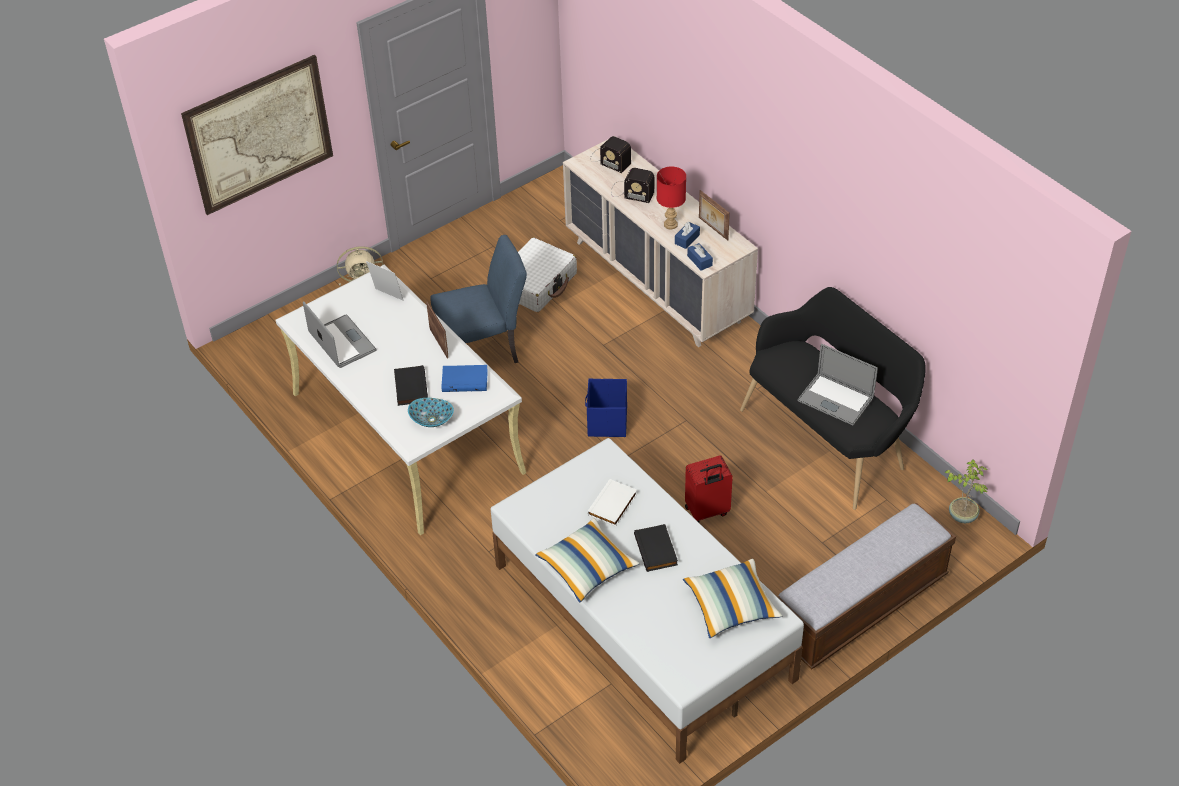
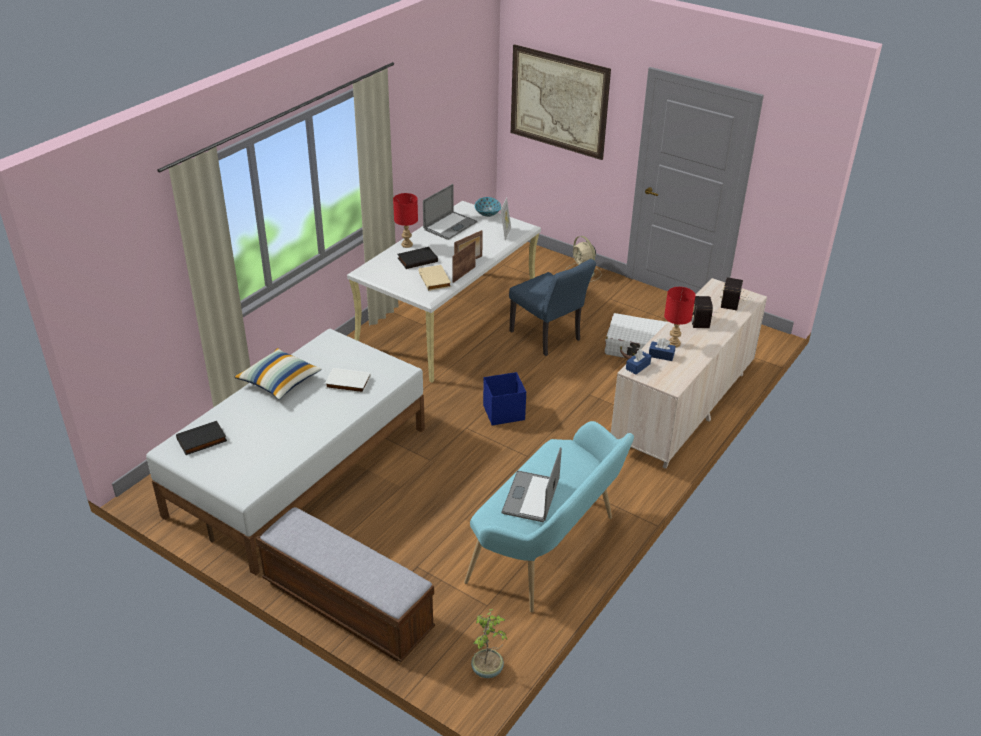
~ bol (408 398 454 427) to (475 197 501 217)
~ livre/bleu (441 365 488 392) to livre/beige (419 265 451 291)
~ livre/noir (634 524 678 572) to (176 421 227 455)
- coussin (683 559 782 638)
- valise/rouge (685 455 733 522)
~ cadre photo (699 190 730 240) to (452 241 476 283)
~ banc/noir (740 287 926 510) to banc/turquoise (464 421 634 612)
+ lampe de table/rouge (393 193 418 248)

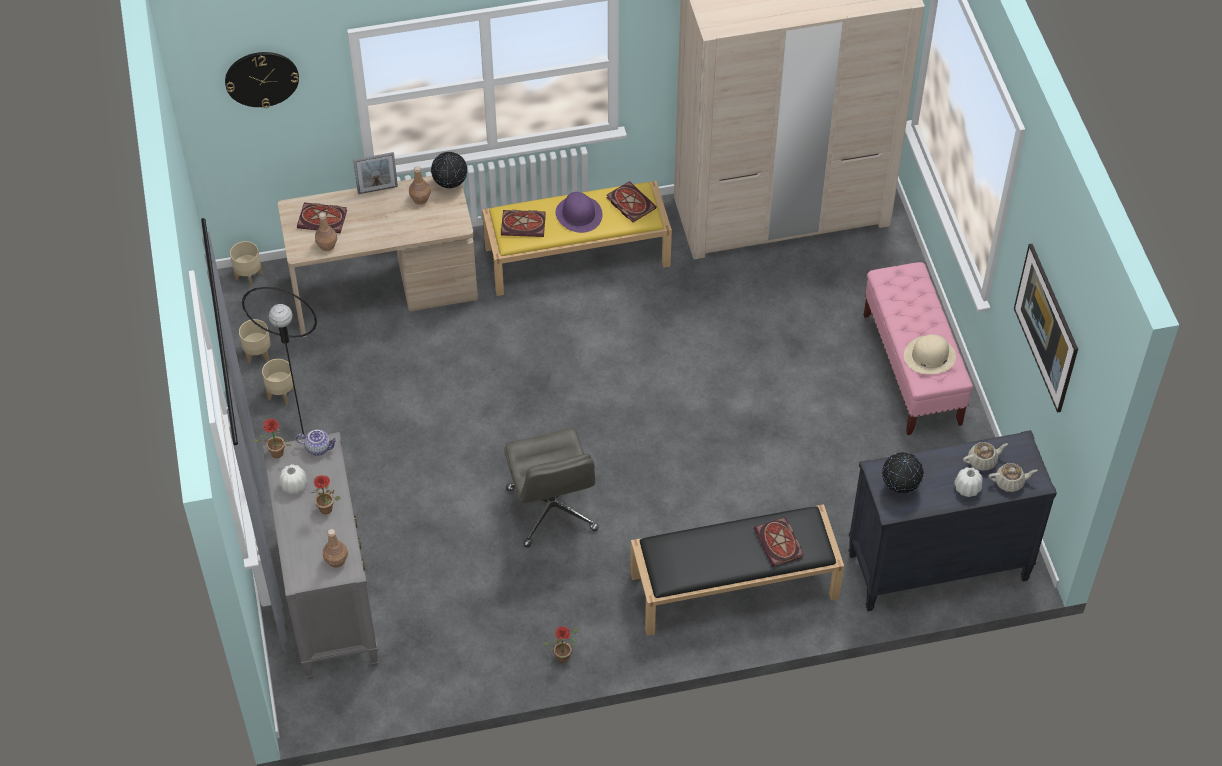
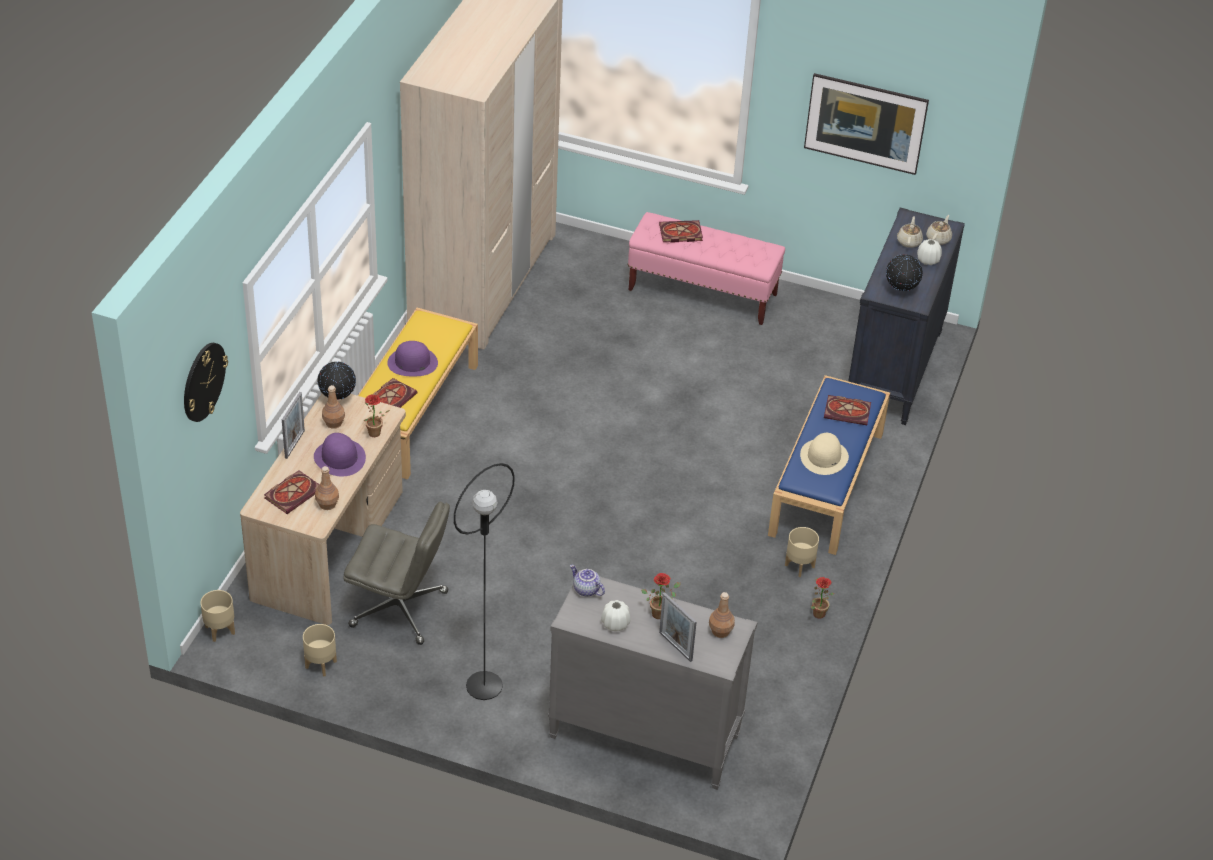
~ plante en pot (253 419 291 458) to (364 394 390 437)
~ cache-pot/beige (262 359 294 405) to (785 527 819 577)
~ théière (296 429 338 456) = (570 565 605 597) 90 degrees counterclockwise
~ chaise de bureau/gris (504 428 599 547) to (343 502 450 645)
~ livre (606 181 657 223) to (659 220 703 243)
~ banc/noir (631 504 844 636) to banc/bleu (768 375 890 555)
~ chapeau/beige (904 334 956 374) to (800 433 849 475)
+ chapeau/violet (314 433 366 477)
+ cadre photo (659 592 697 662)

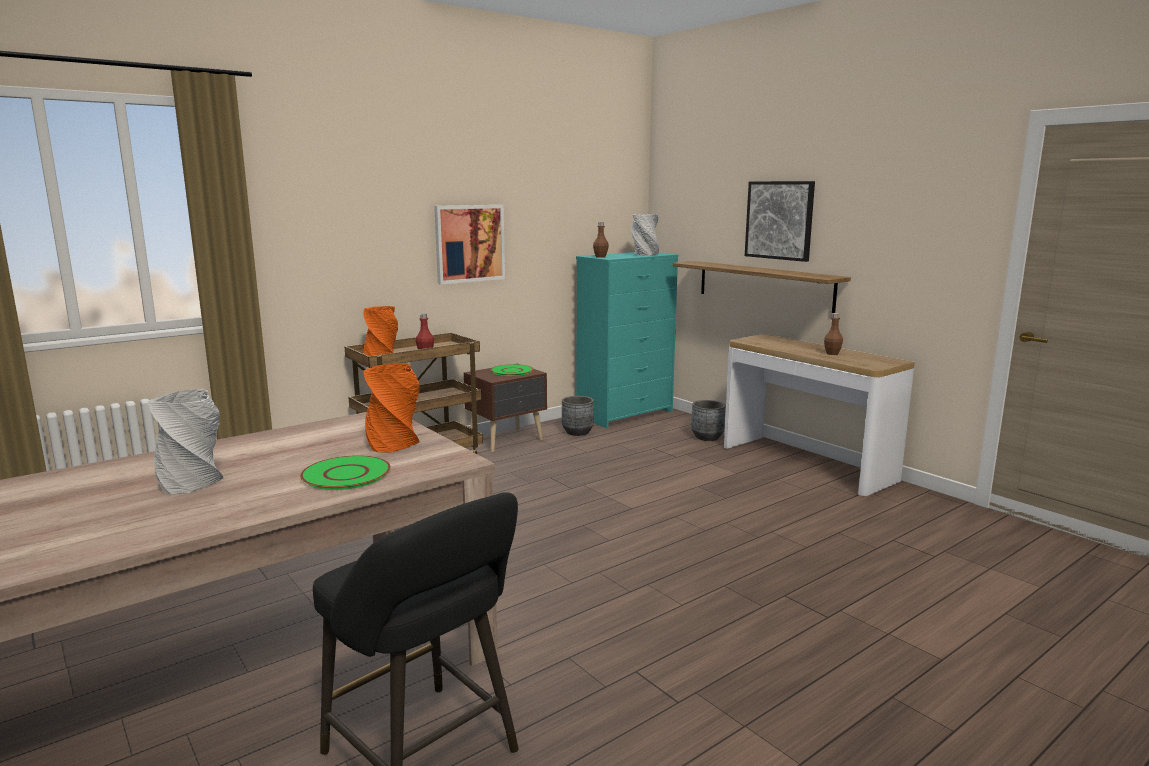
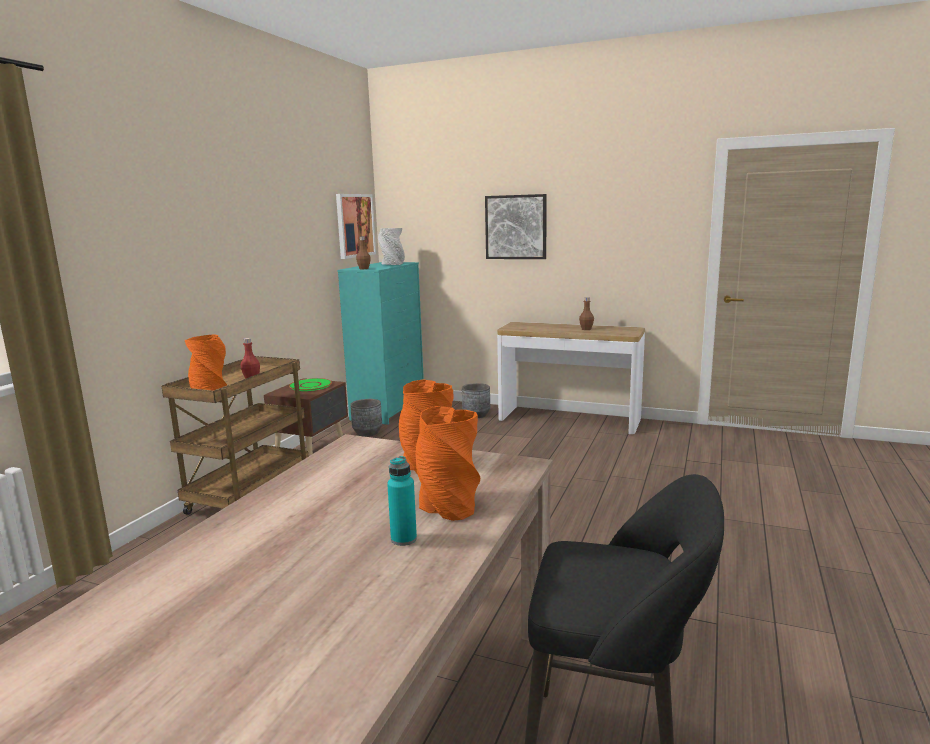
- vase/gris (148 389 223 494)
~ assiette/vert (300 455 391 490) to vase/orange (415 406 480 521)
~ tableau (434 205 505 285) to (336 194 376 259)
- étagère (673 261 851 313)
+ bouteille/turquoise (387 456 417 546)

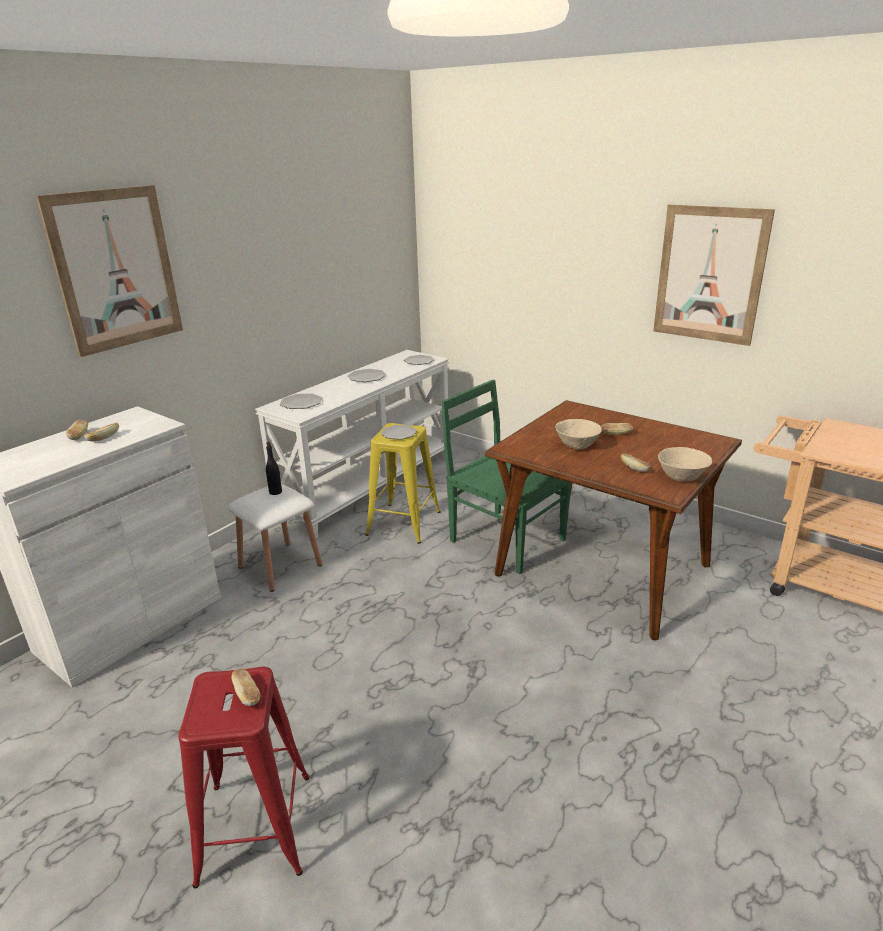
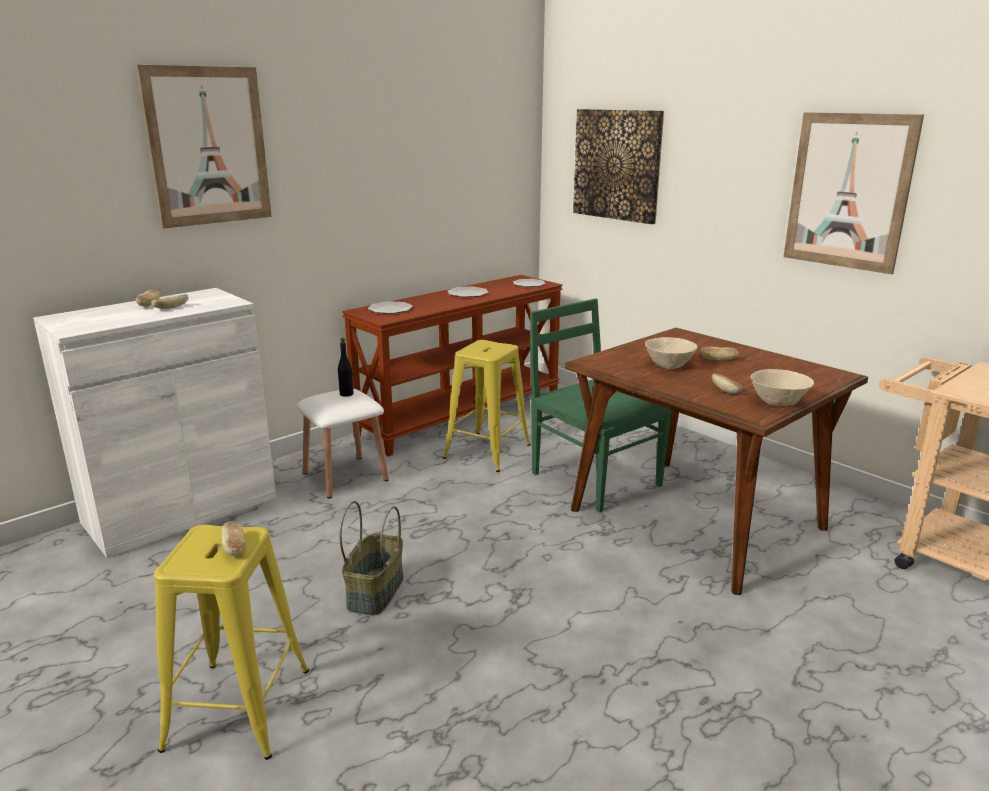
~ tabouret/rouge (178 667 310 888) to tabouret/jaune (154 525 309 760)
~ table console/blanc (255 350 449 538) to table console/marron (342 275 563 456)
- assiette (381 425 417 440)
+ panier (339 501 403 615)
+ tableau (573 109 664 224)

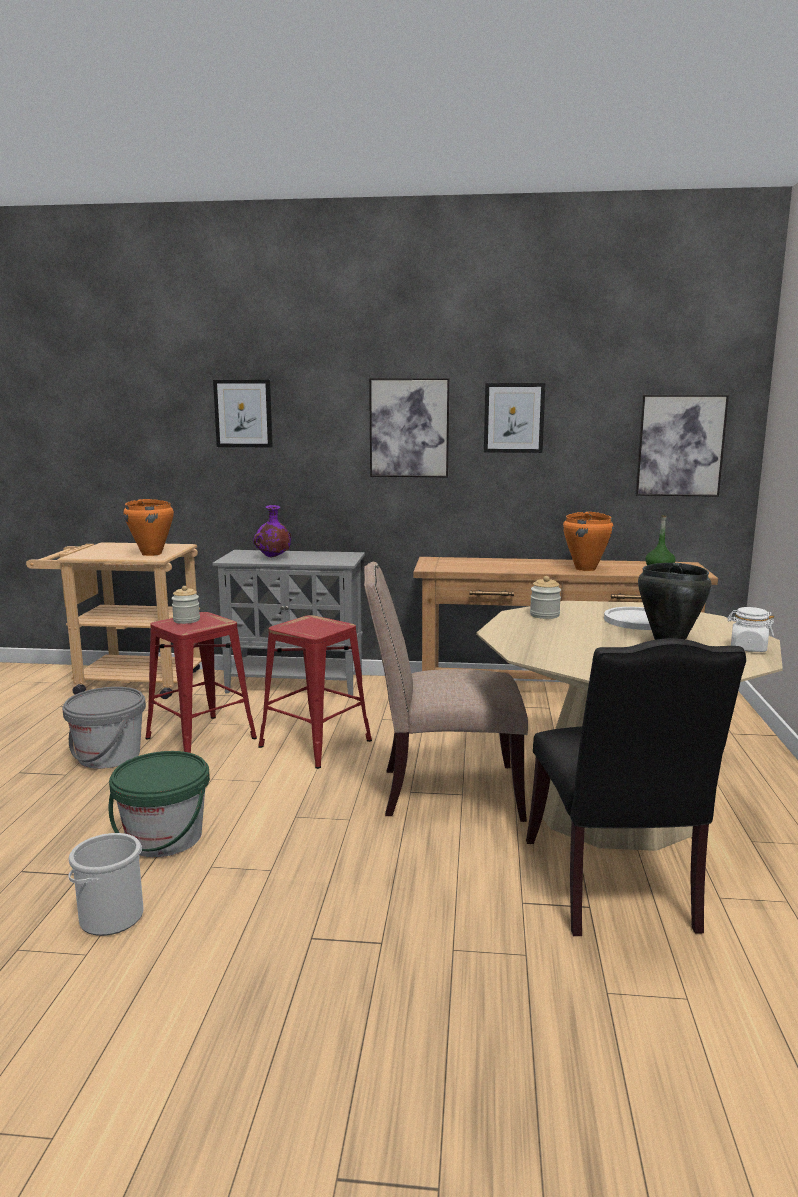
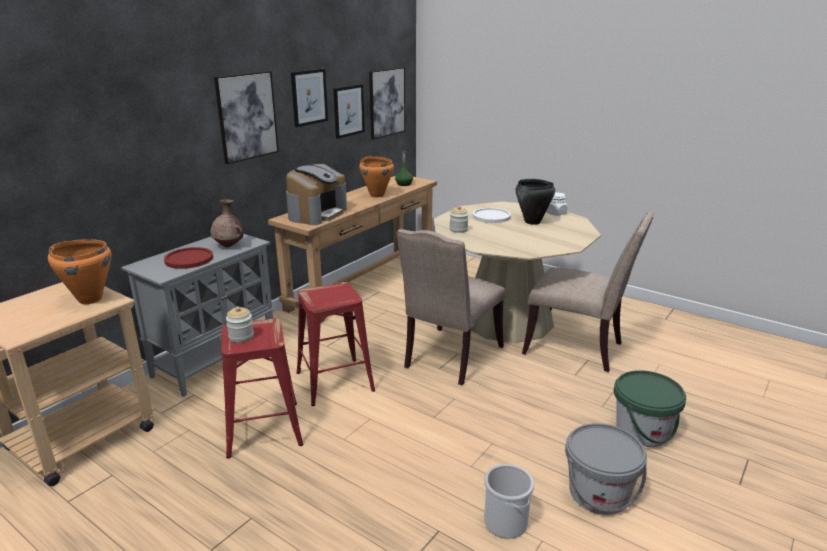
~ seau/gris (63 687 146 769) to (565 423 647 515)
~ seau/vert (109 751 210 857) to (614 370 686 447)
~ tableau (213 380 273 447) to (333 84 365 139)
~ vase/violet (253 505 291 557) to assiette/rouge (164 247 213 269)
~ chaise/noir (526 638 746 936) to chaise/beige (522 211 655 372)
+ vase/marron (210 199 244 247)
+ machine à café (286 164 347 225)

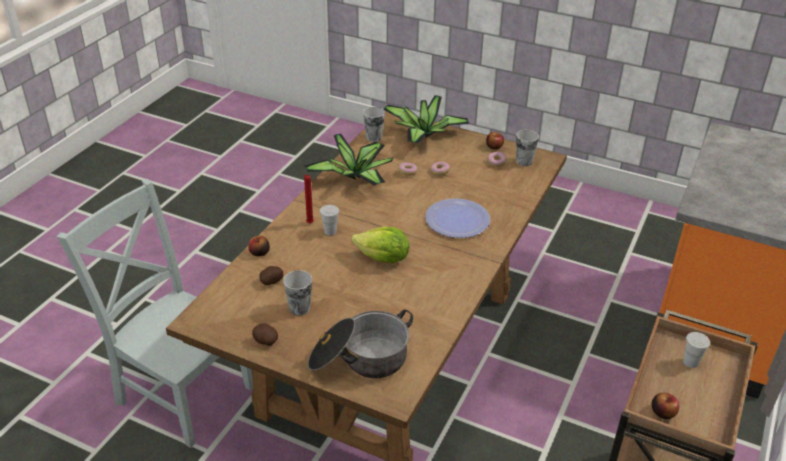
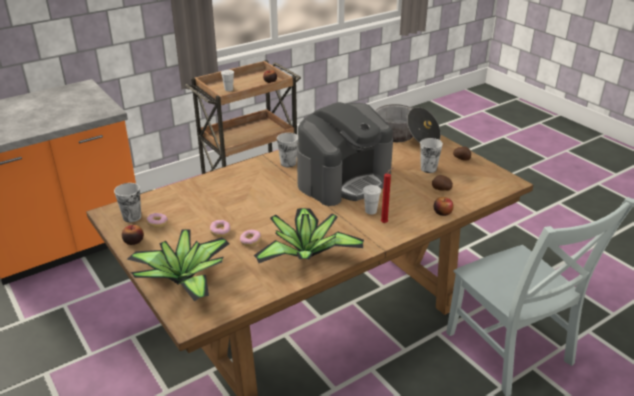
~ laitue (352 227 409 263) to machine à café (297 102 393 206)
~ tasse (363 107 385 142) to (277 133 298 167)
- assiette (425 198 491 238)

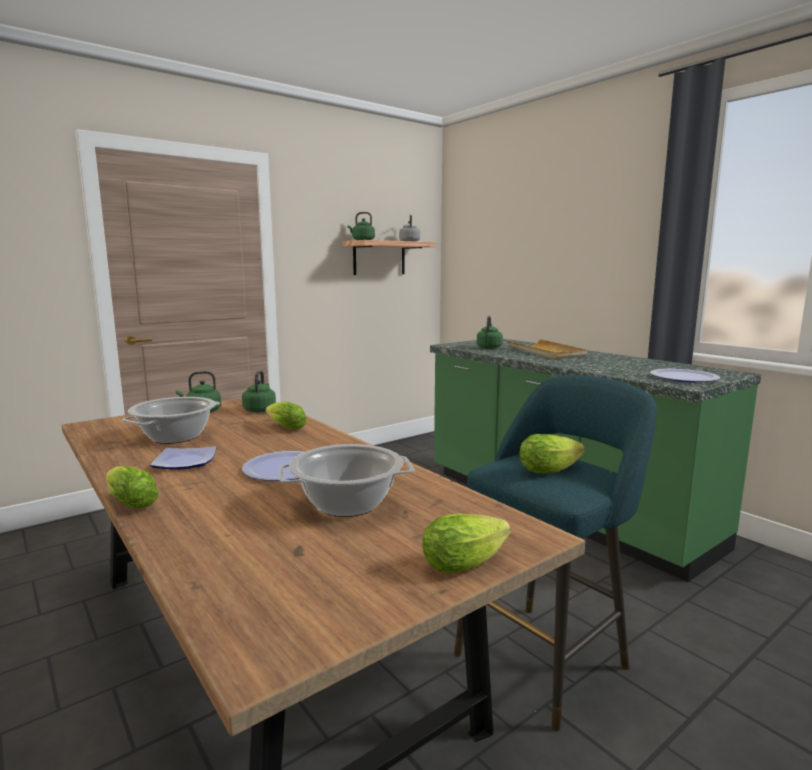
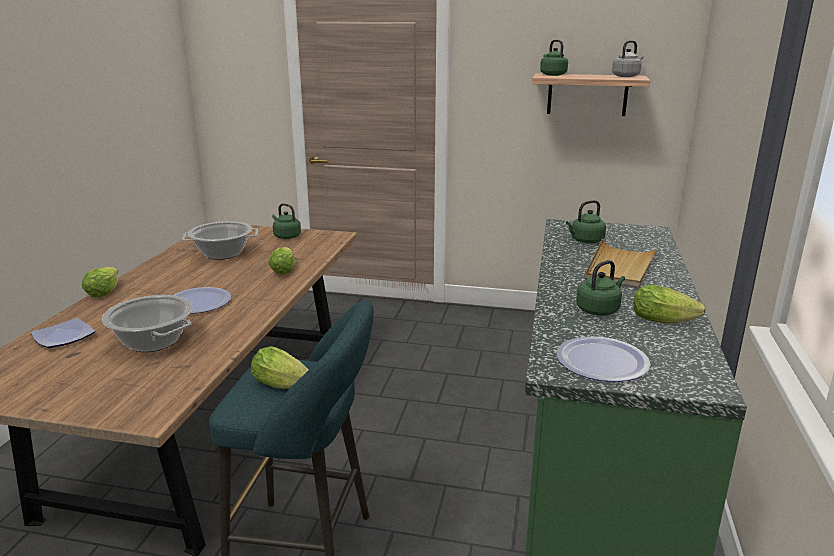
~ assiette (150 446 217 470) to (31 318 95 348)
~ bouilloire/vert (242 370 276 413) to (576 260 625 316)
~ laitue (422 514 511 573) to (633 284 706 323)

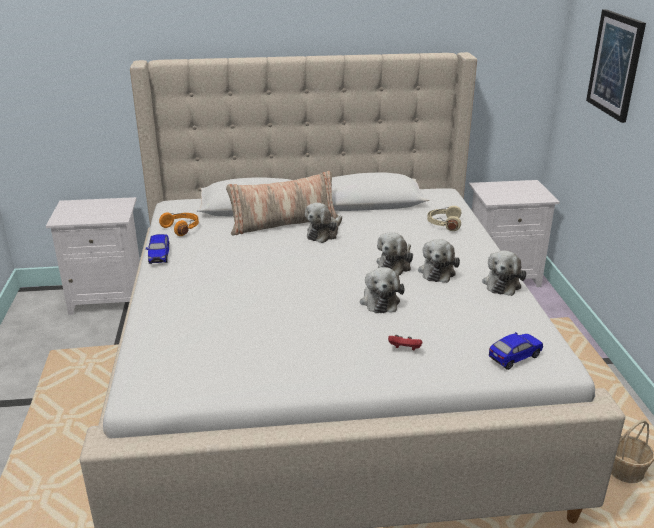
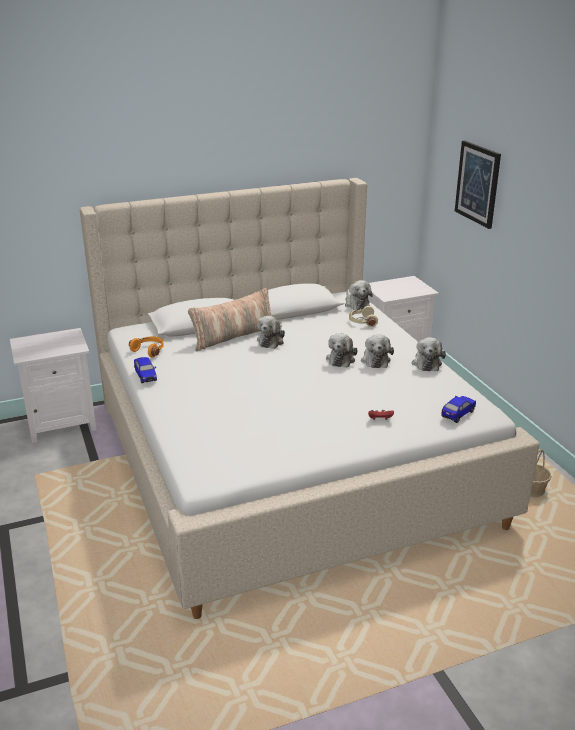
~ peluche (360 267 405 313) to (345 280 373 310)

